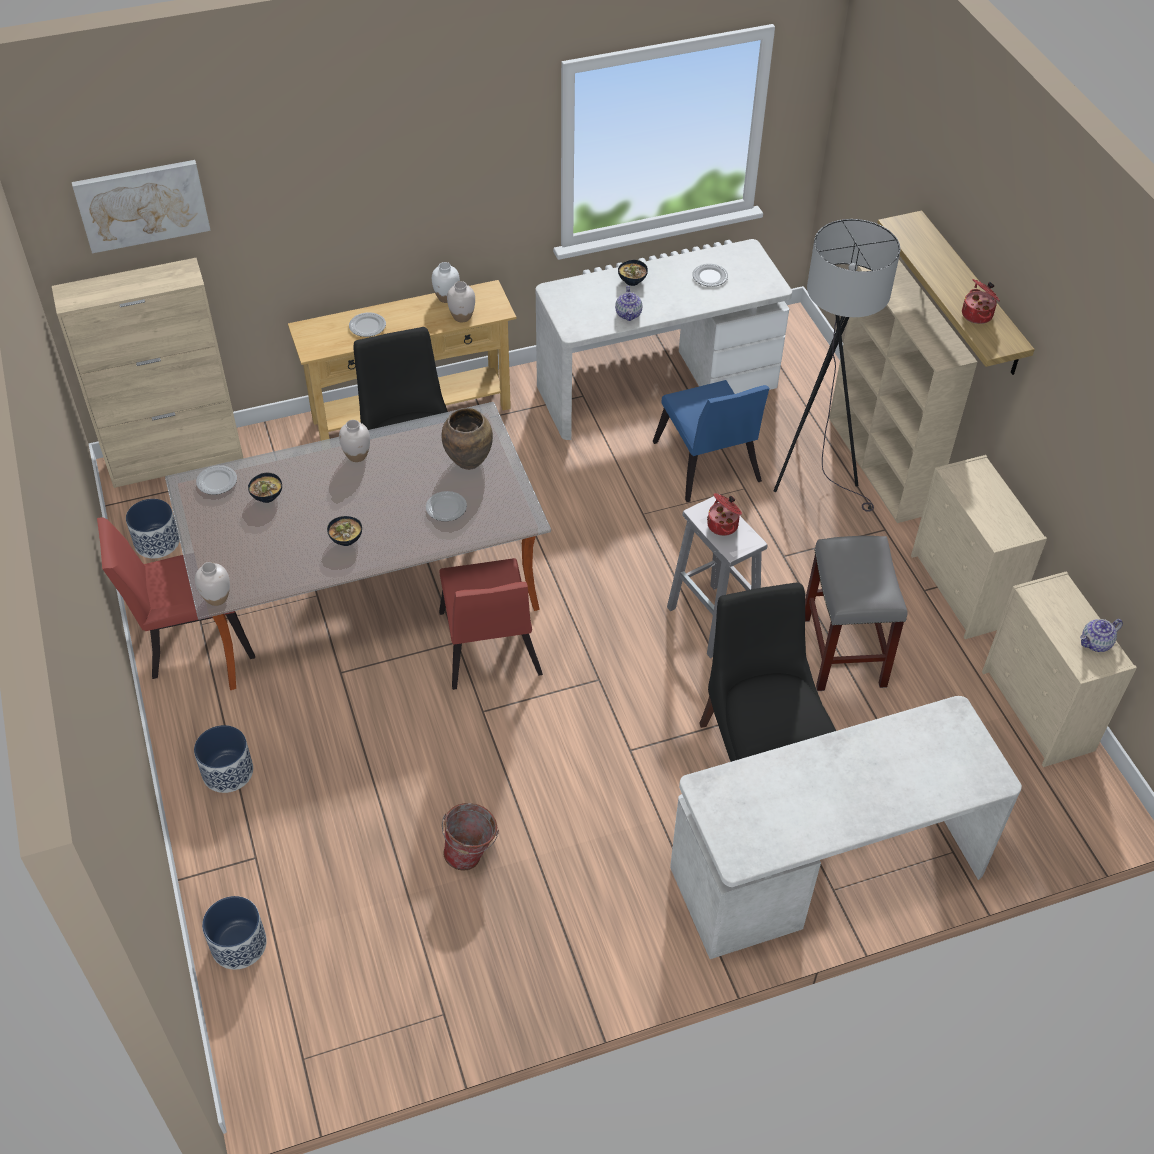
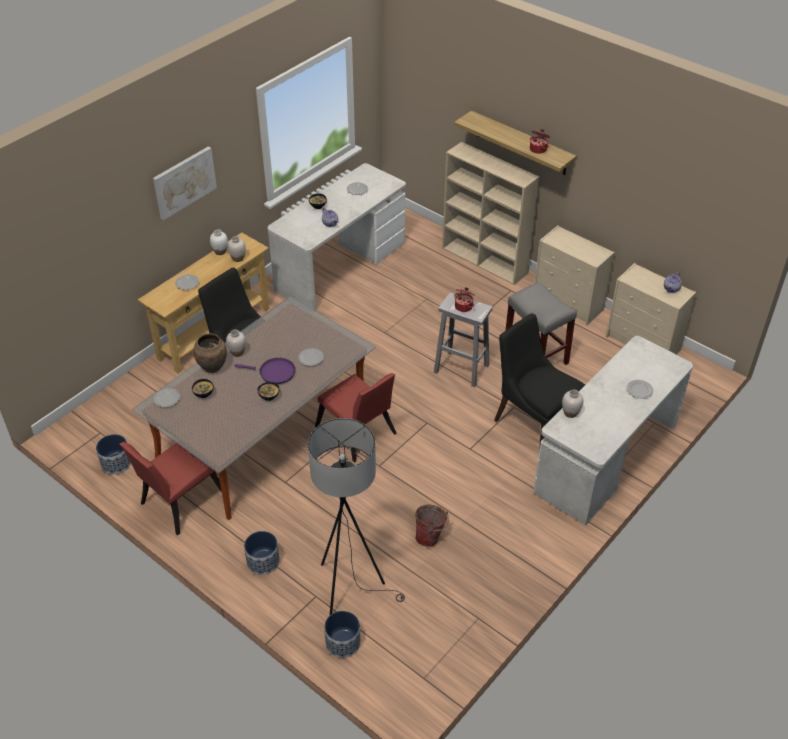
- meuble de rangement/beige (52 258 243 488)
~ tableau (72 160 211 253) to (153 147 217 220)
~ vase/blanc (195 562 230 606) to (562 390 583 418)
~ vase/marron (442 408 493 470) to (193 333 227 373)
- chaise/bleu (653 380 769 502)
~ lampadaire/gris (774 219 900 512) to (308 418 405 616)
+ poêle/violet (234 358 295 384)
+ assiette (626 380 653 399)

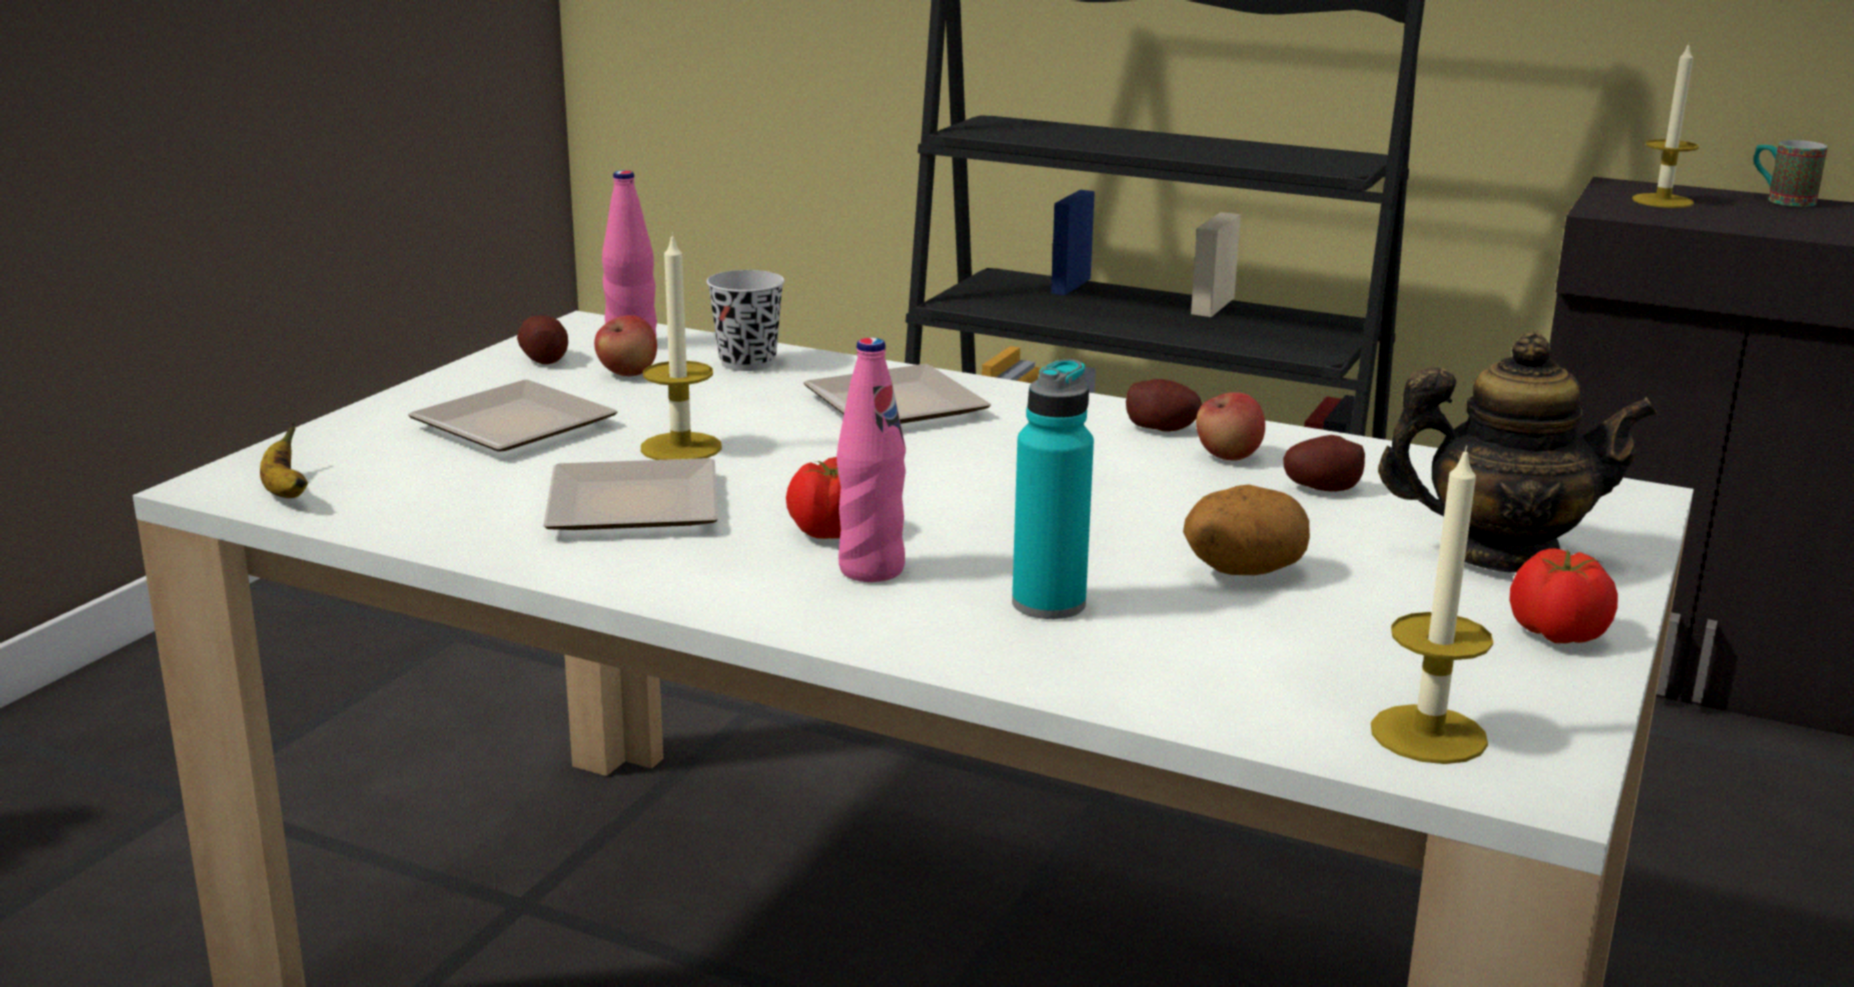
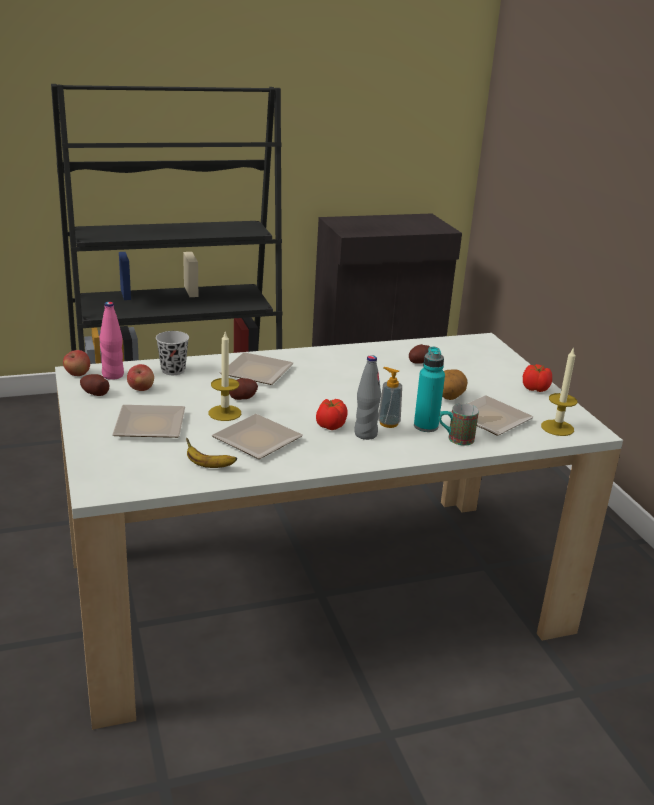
~ banane (260 423 308 498) to (186 438 237 468)
~ bouteille/rose (837 338 906 582) to bouteille/gris (354 355 381 440)
~ pomme de terre (1126 379 1202 432) to (229 378 258 400)
~ pomme (1196 392 1265 460) to (63 350 90 376)
- théière (1378 332 1657 573)
- bougie (1632 43 1699 208)
~ mug (1754 140 1828 207) to (439 403 479 446)
+ distributeur de savon (378 367 402 428)
+ assiette (450 395 534 436)

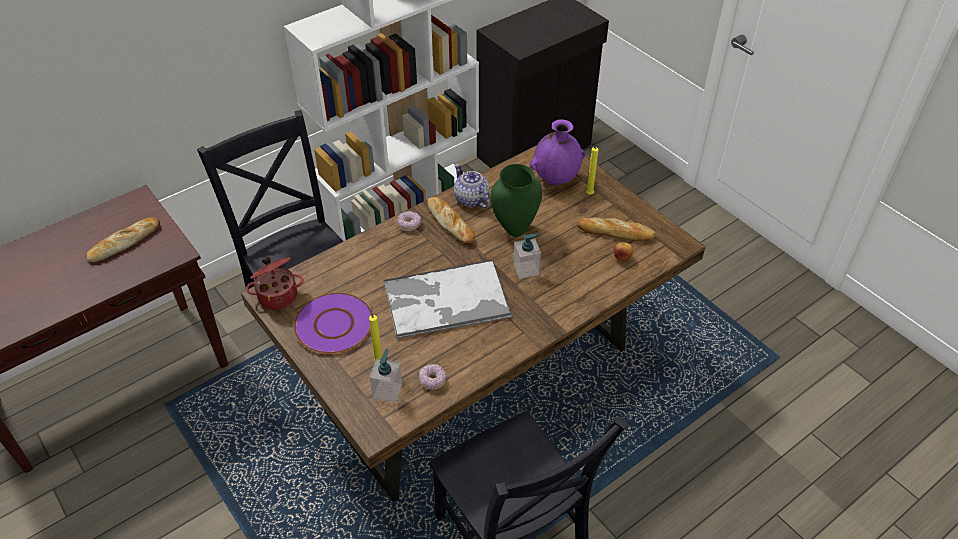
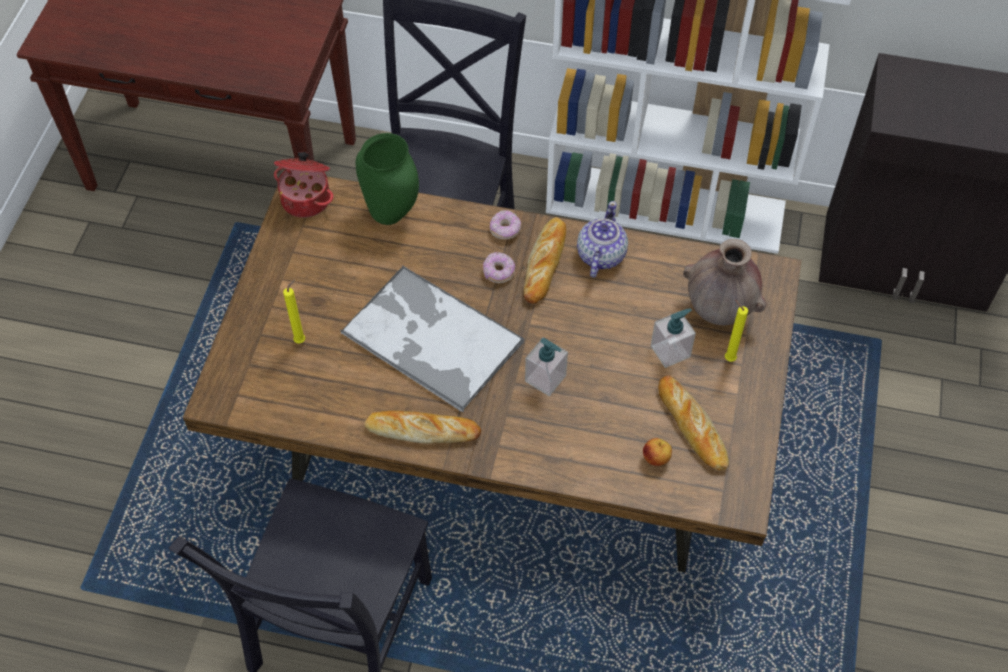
~ pain (87 217 160 262) to (364 411 481 444)
- assiette/violet (294 293 371 354)
~ distributeur de savon (369 349 403 403) to (651 308 696 368)
~ beignet (419 364 446 390) to (483 252 515 283)
~ vase/vert (490 164 542 237) to (356 133 419 225)
~ vase/violet (530 119 585 185) to vase/marron (683 239 766 325)

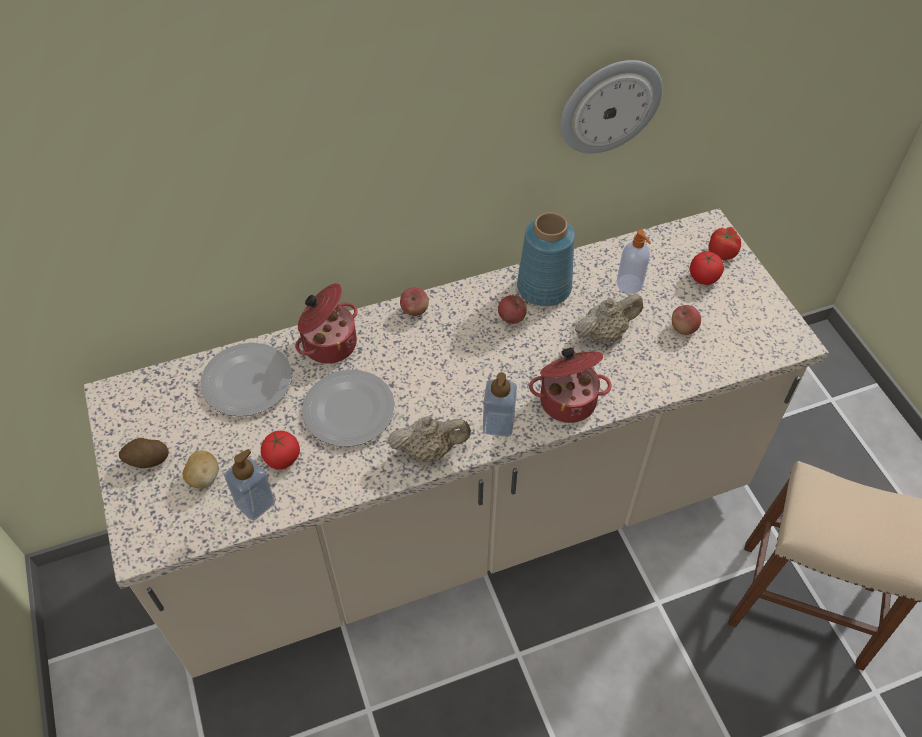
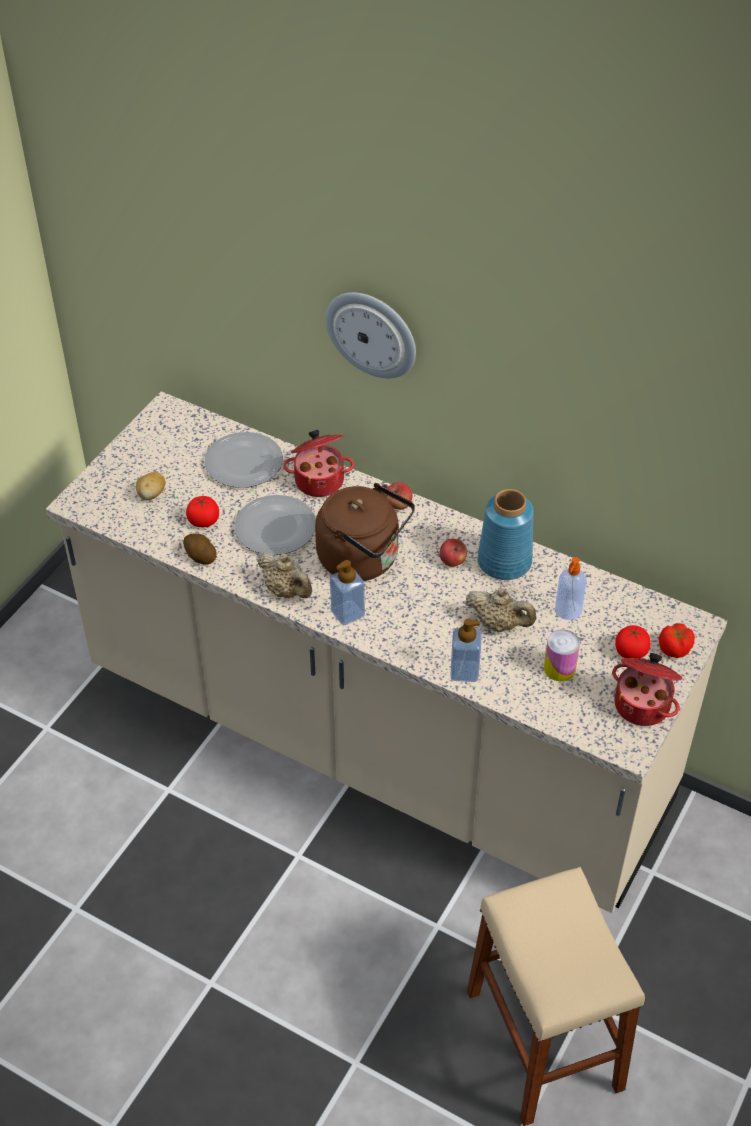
~ pomme de terre (119 438 169 468) to (183 533 217 564)
~ distributeur de savon (224 449 275 520) to (450 619 481 682)
~ marmite (529 348 612 423) to (612 653 682 726)
~ horloge murale (560 60 663 153) to (325 292 416 378)
~ pomme (672 305 701 335) to boîte métallique (544 629 580 681)
+ bouilloire/marron (315 483 415 581)

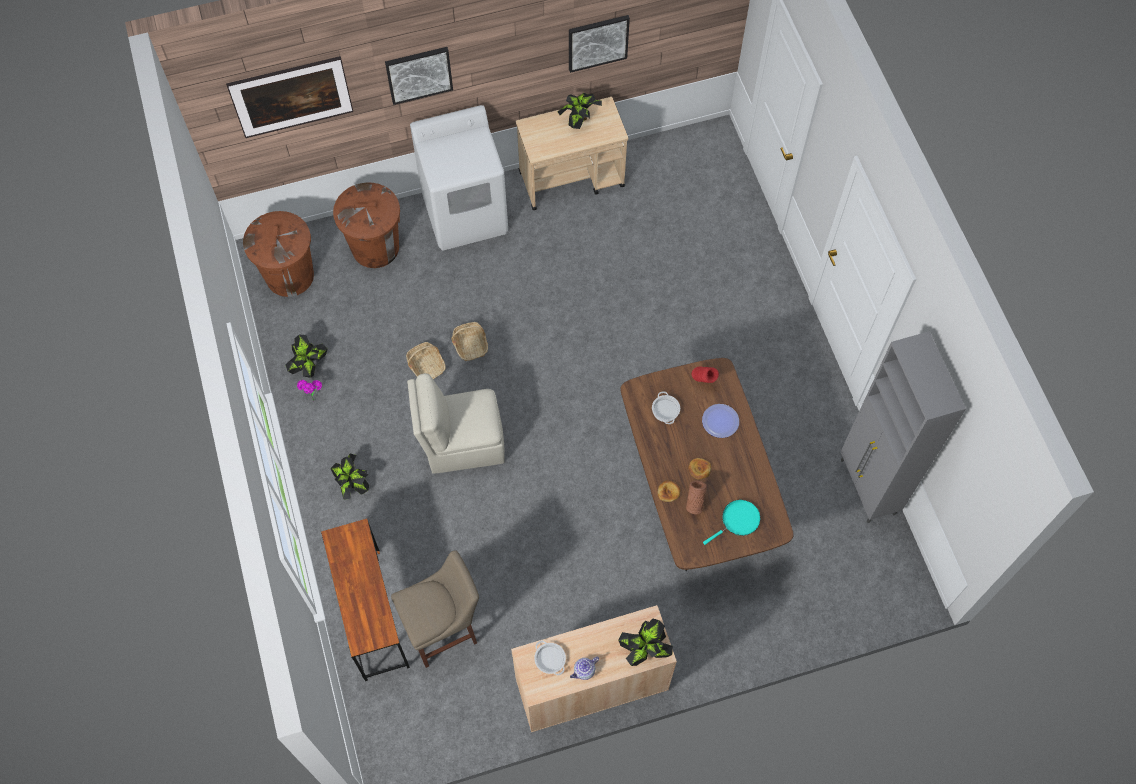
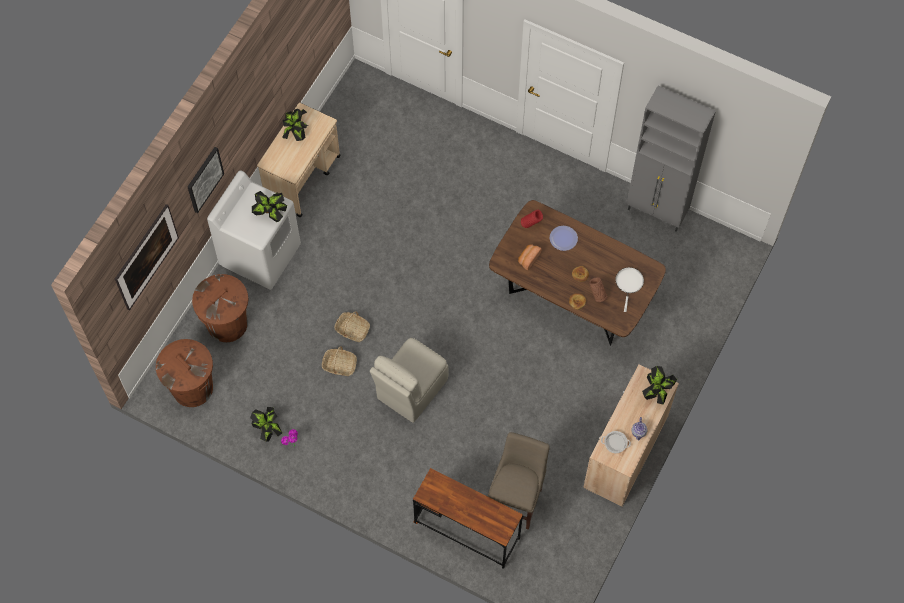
~ plante en pot (330 453 369 500) to (252 191 287 222)
- tableau (569 15 630 73)
~ marmite (652 391 680 424) to pain (518 244 542 270)
~ poêle/turquoise (703 500 761 545) to poêle/blanc (616 267 644 312)

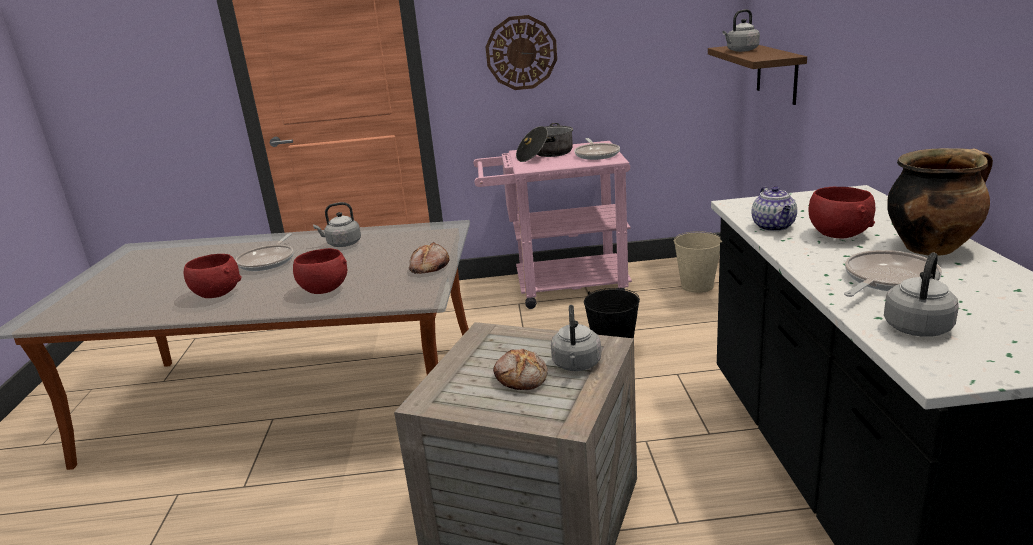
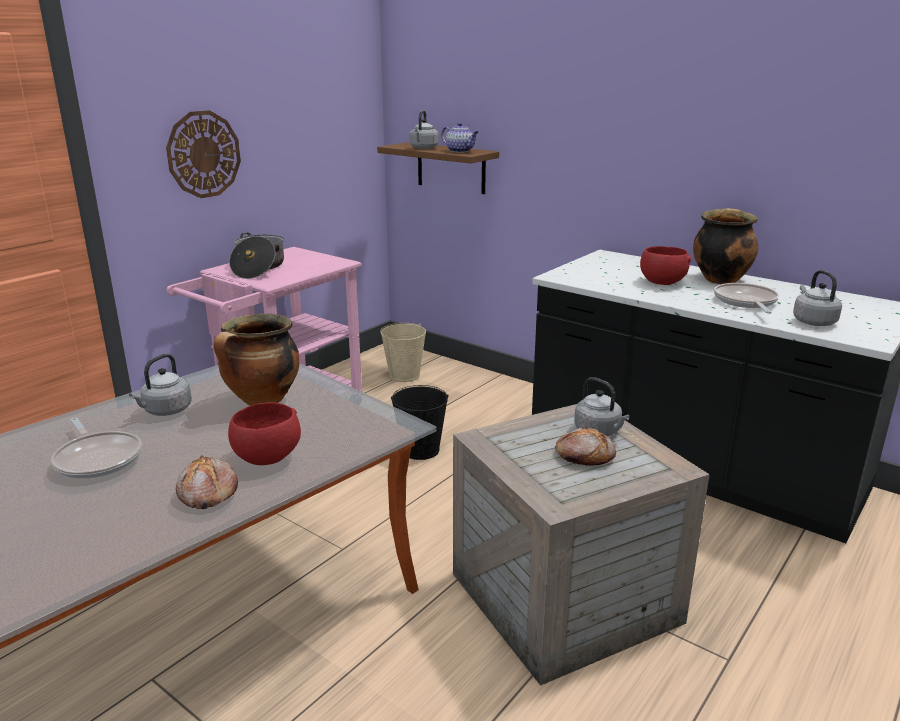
- bol/rouge (184 254 242 298)
~ pain (409 242 449 274) to (176 455 238 509)
- poêle (574 138 620 160)
~ théière (752 186 797 231) to (441 122 479 152)
+ marmite (213 313 299 406)

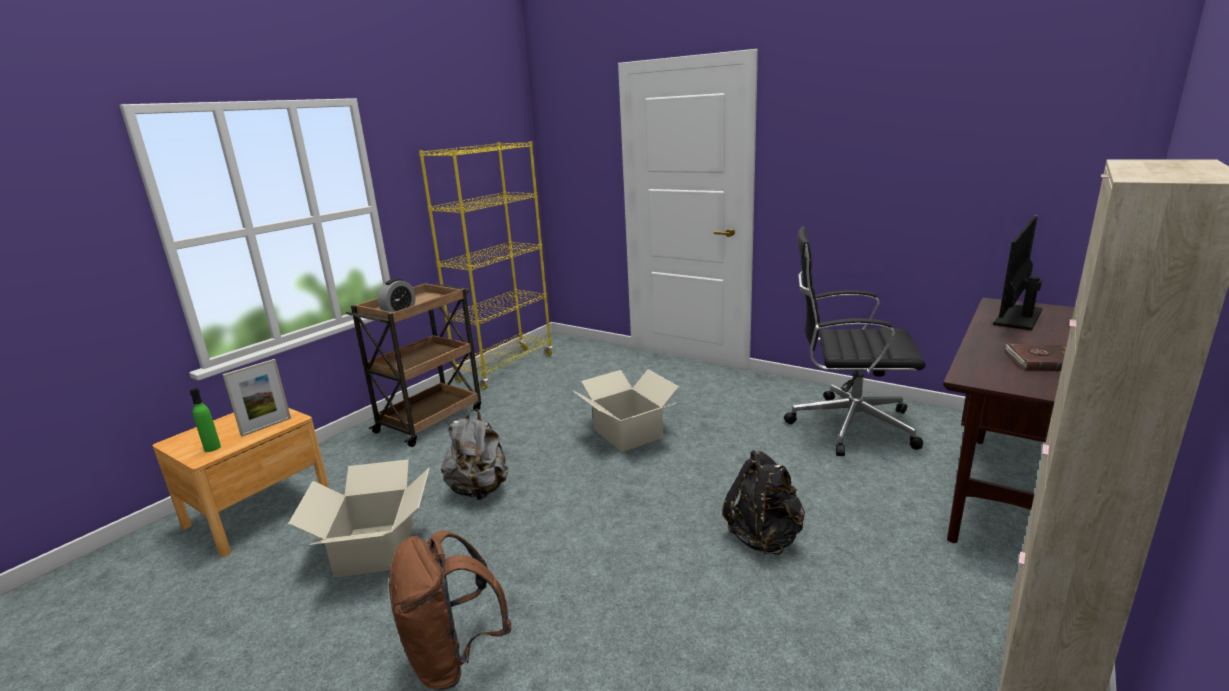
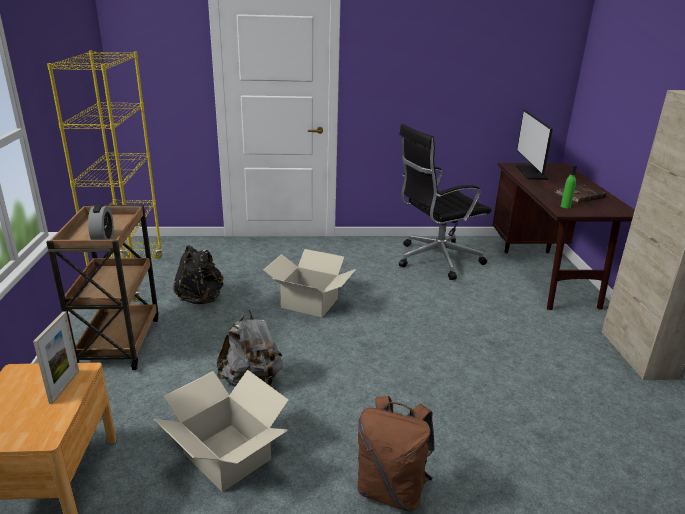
~ bouteille/vert (190 388 221 452) to (561 164 577 208)
~ sac à dos/noir (722 450 805 555) to (174 245 223 304)

